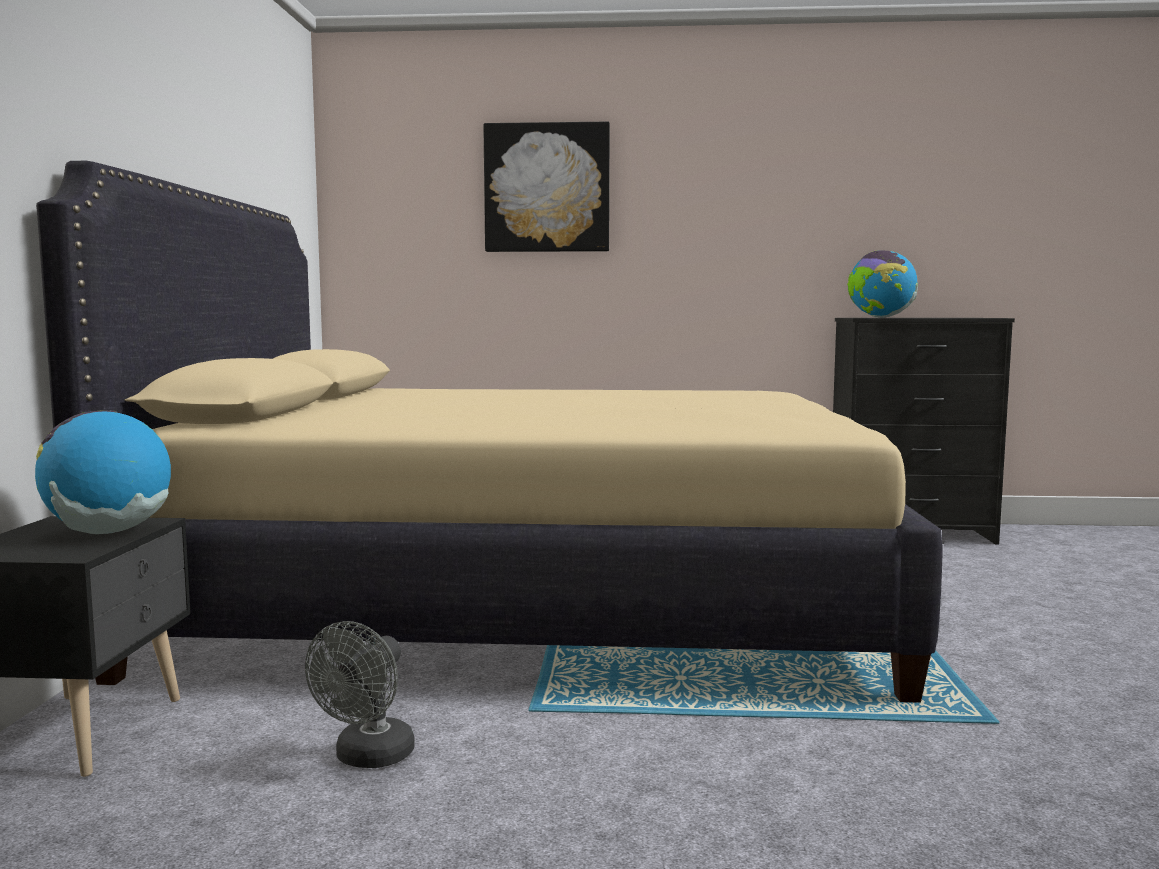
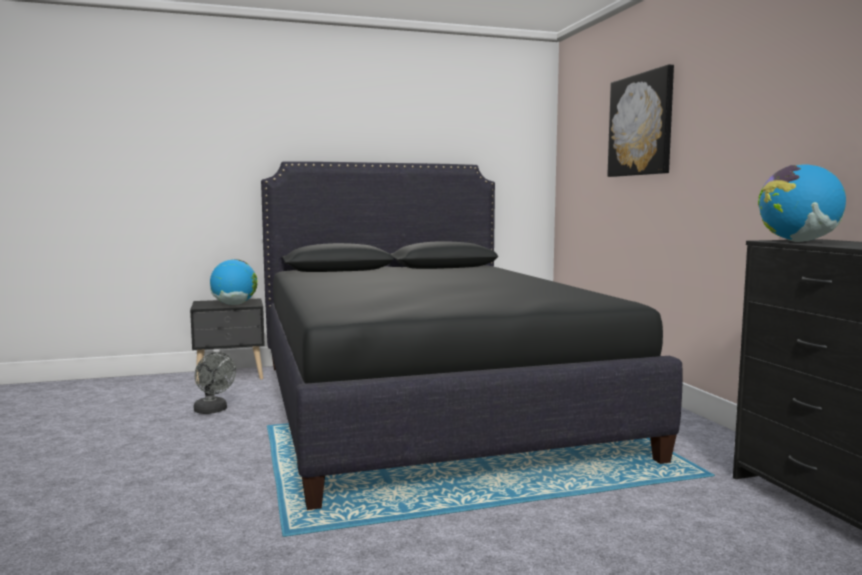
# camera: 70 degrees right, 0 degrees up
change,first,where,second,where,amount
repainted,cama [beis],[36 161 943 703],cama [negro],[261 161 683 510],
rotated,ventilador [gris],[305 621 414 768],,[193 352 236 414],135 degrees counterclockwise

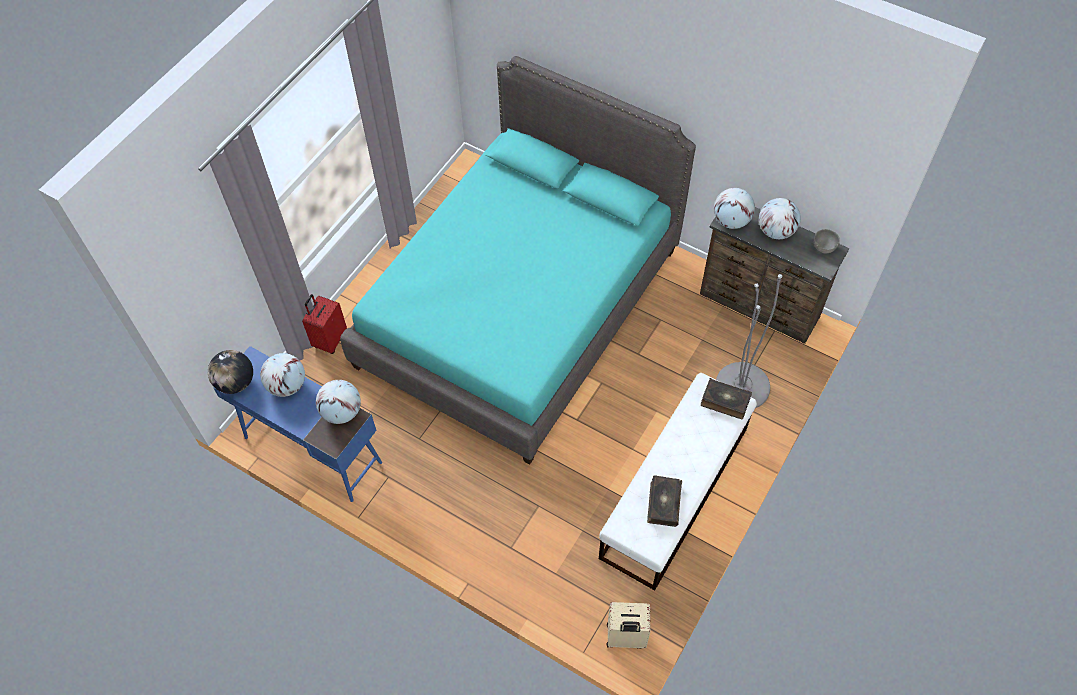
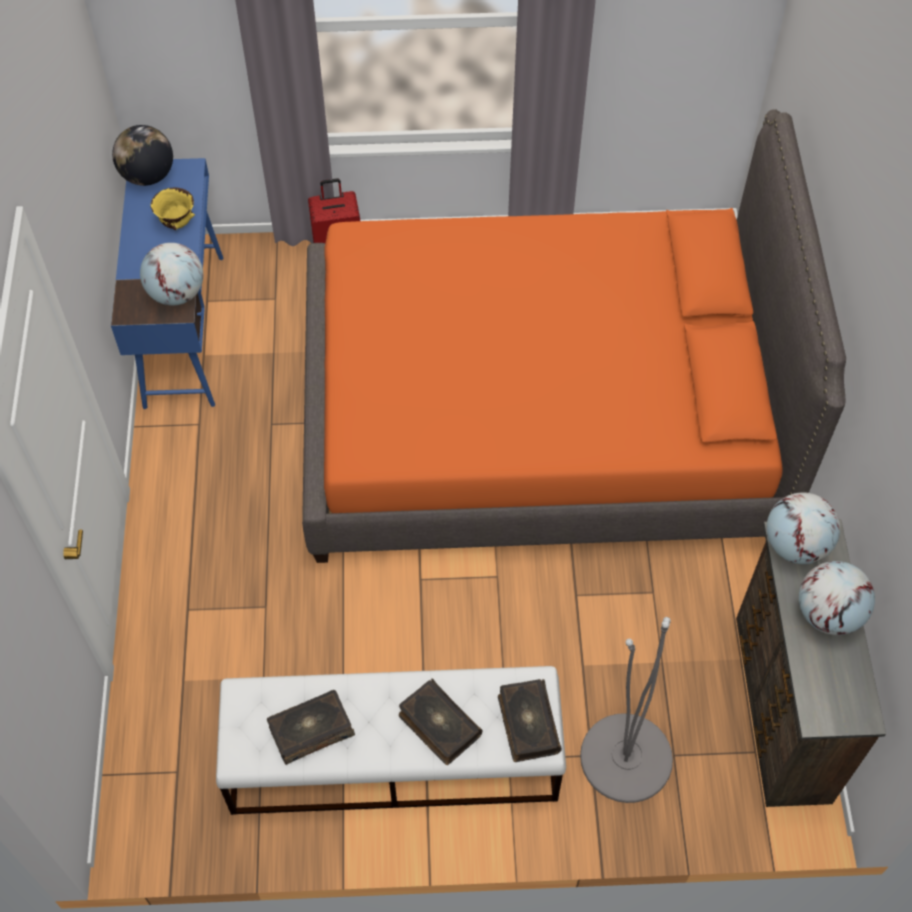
# camera: 55 degrees right, 0 degrees up
change,first,where,second,where,amount
repainted,cama [turquesa],[340 56 696 465],cama [naranja],[302 109 846 563],
gone,cuenco [gris],[813 229 840 253],,,
swapped,globo terráqueo,[260 353 305 397],cuenco [amarillo],[151 188 195 230],
gone,maleta [beis],[607 602 650 649],,,
new,,,libro,[399 678 482 765],

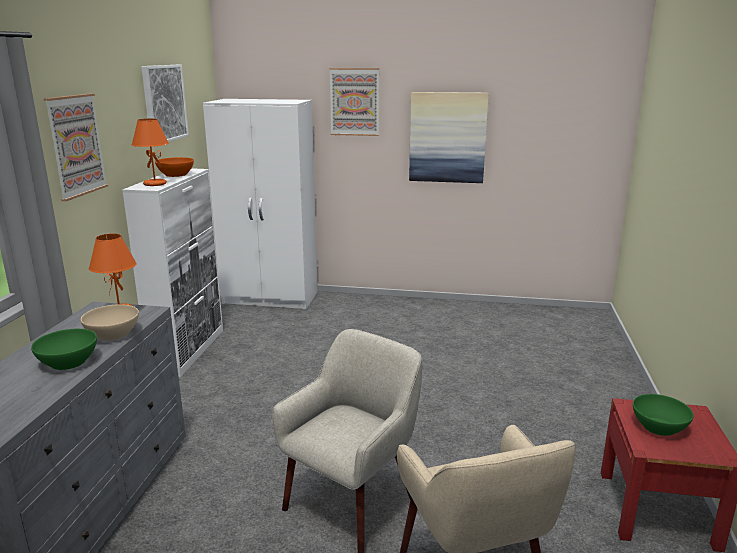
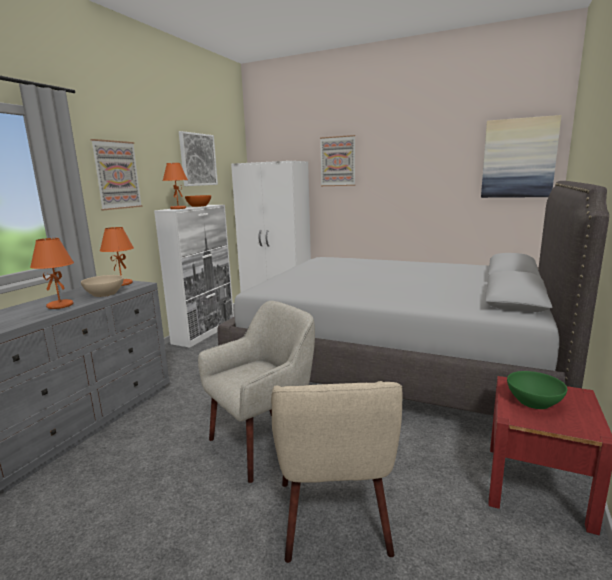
# camera: 15 degrees right, 5 degrees down
change,first,where,second,where,amount
shifted,cuadro,[409 92 489 183],,[481 115 562 198],
swapped,cuenco [verde],[31 329 97 370],lámpara de mesa [naranja],[30 238 74 309],
new,,,cama [gris],[218 181 609 416],

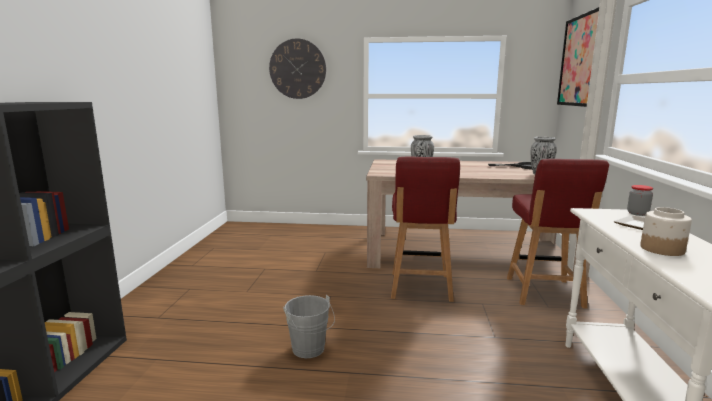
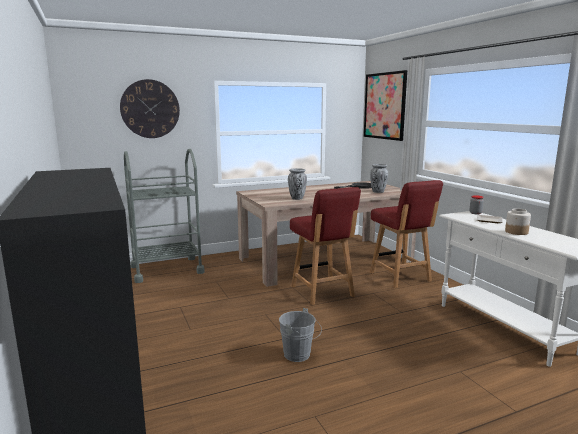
# camera: 30 degrees left, 0 degrees up
change,first,where,second,where,amount
new,,,carrito [gris],[124 149 205 283],

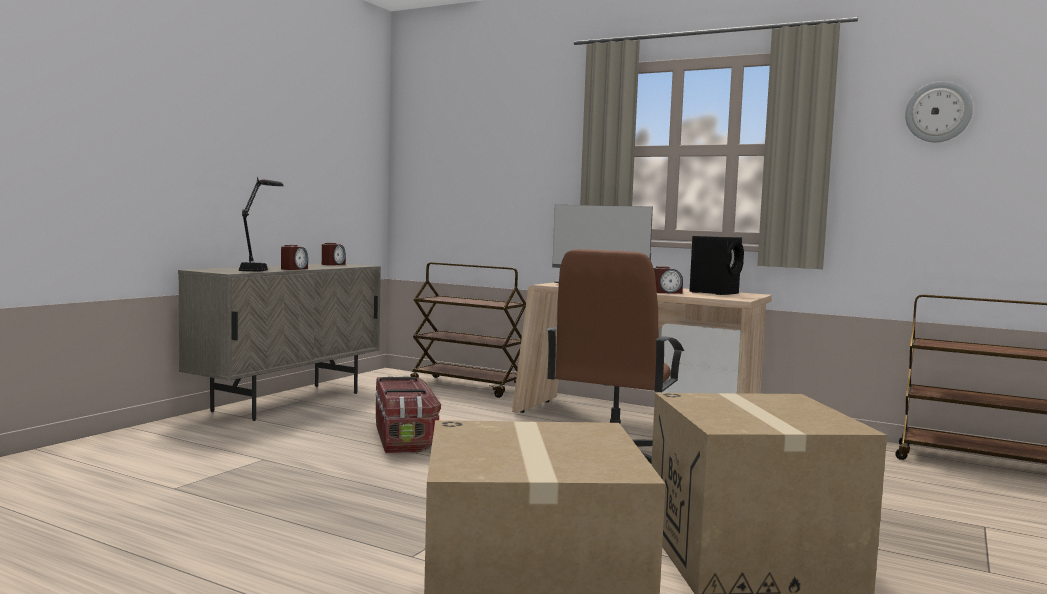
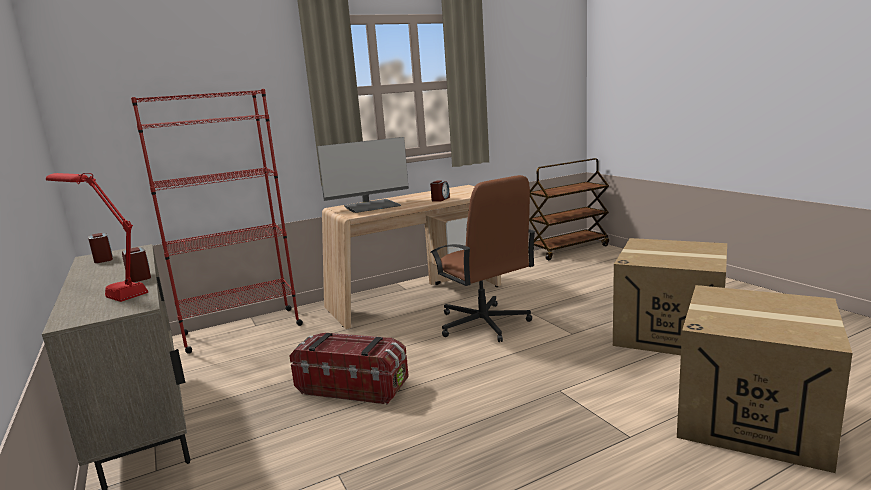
# camera: 55 degrees left, 10 degrees up
change,first,where,second,where,amount
gone,reloj de pared,[905 81 973 142],,,
repainted,lámpara de mesa [negro],[239 177 283 272],lámpara de mesa [rojo],[46 173 148 302],
gone,altavoz [negro],[689 236 744 295],,,
swapped,carrito [marrón],[410 262 526 398],estantería [rojo],[131 89 303 354],

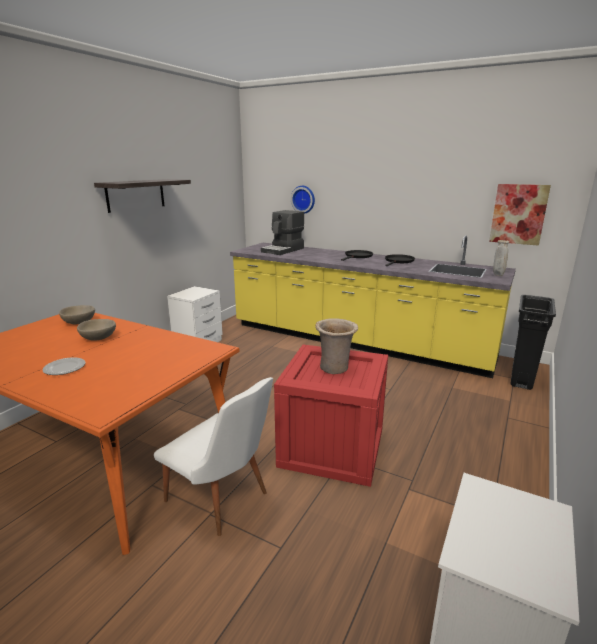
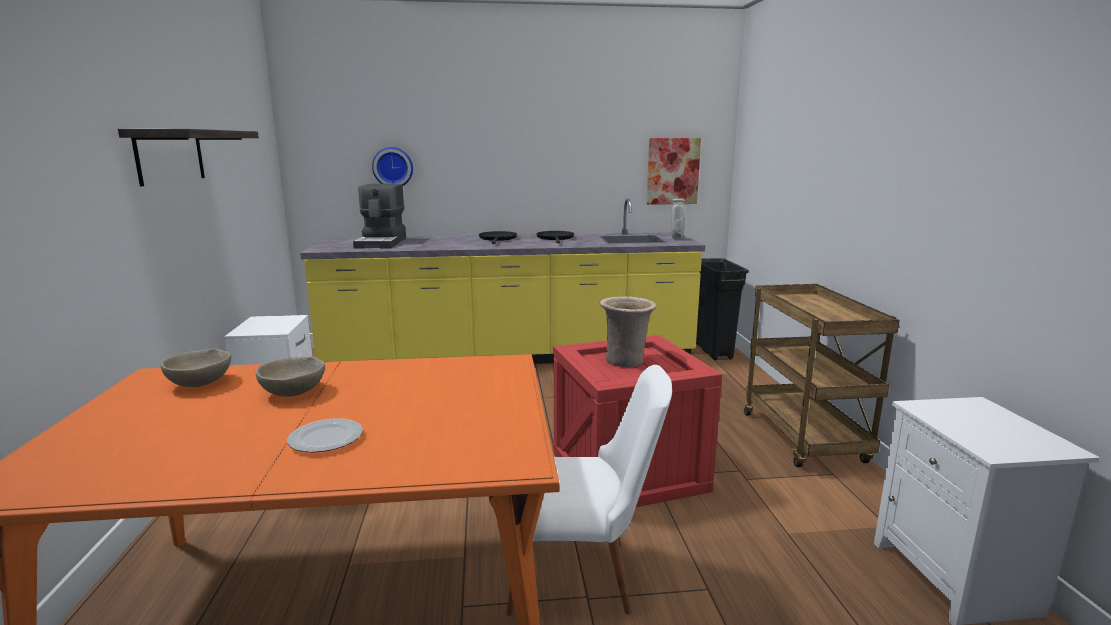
# camera: 35 degrees left, 5 degrees down
change,first,where,second,where,amount
new,,,carrito [marrón],[744 284 899 467],

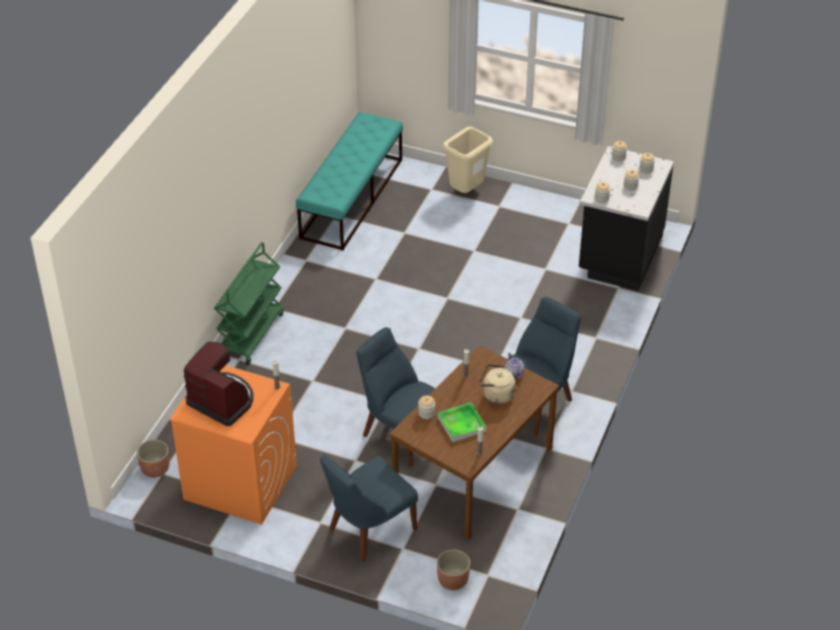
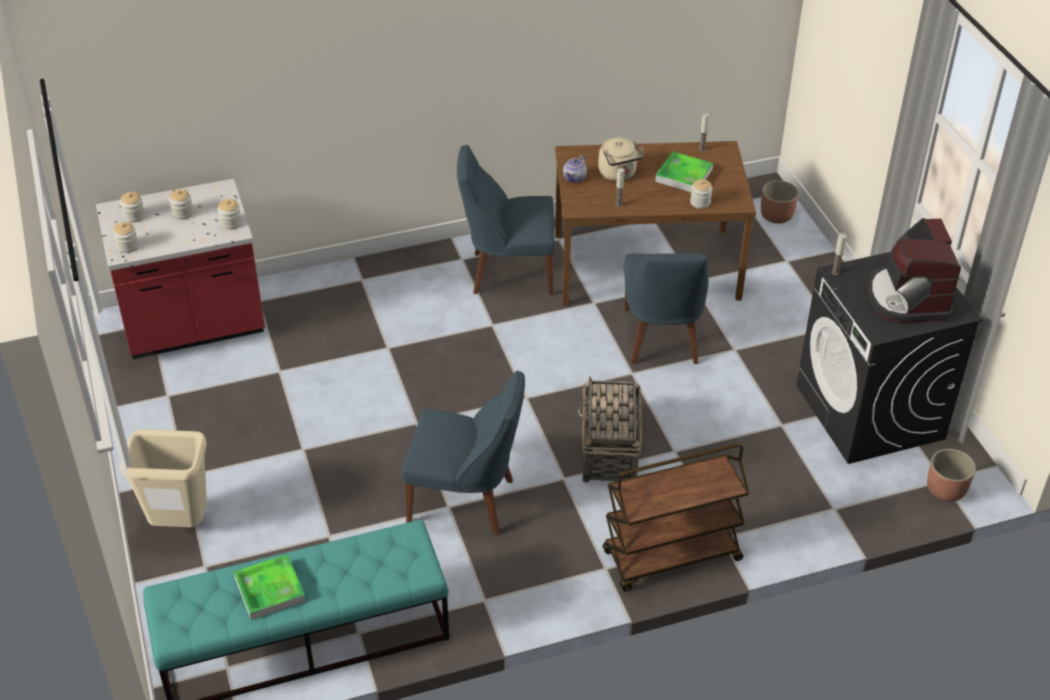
# camera: 130 degrees left, 0 degrees up
change,first,where,second,where,amount
repainted,mueble bajo de cocina [negro],[579 146 674 291],mueble bajo de cocina [rojo],[96 178 265 359],
repainted,carrito [verde],[214 242 284 365],carrito [marrón],[603 443 750 591],
repainted,lavadora [naranja],[169 365 297 525],lavadora [negro],[796 252 983 464],
shifted,silla [azul],[320 454 418 562],,[403 370 525 535],
new,,,cesta,[578 377 642 483],
new,,,bandeja,[234 554 306 620],

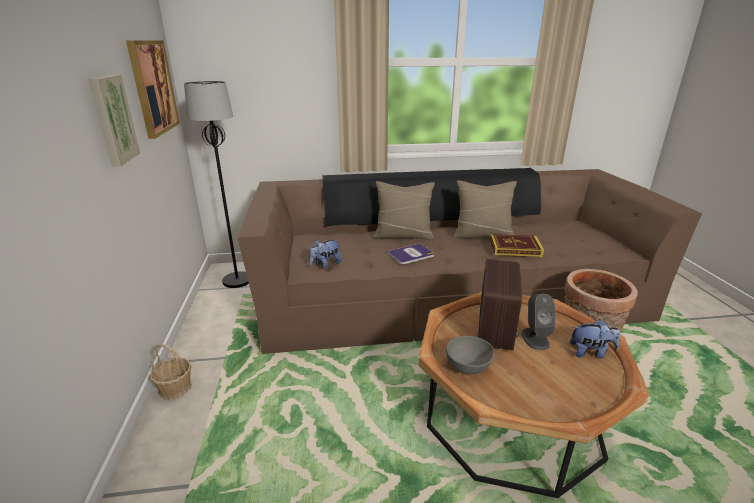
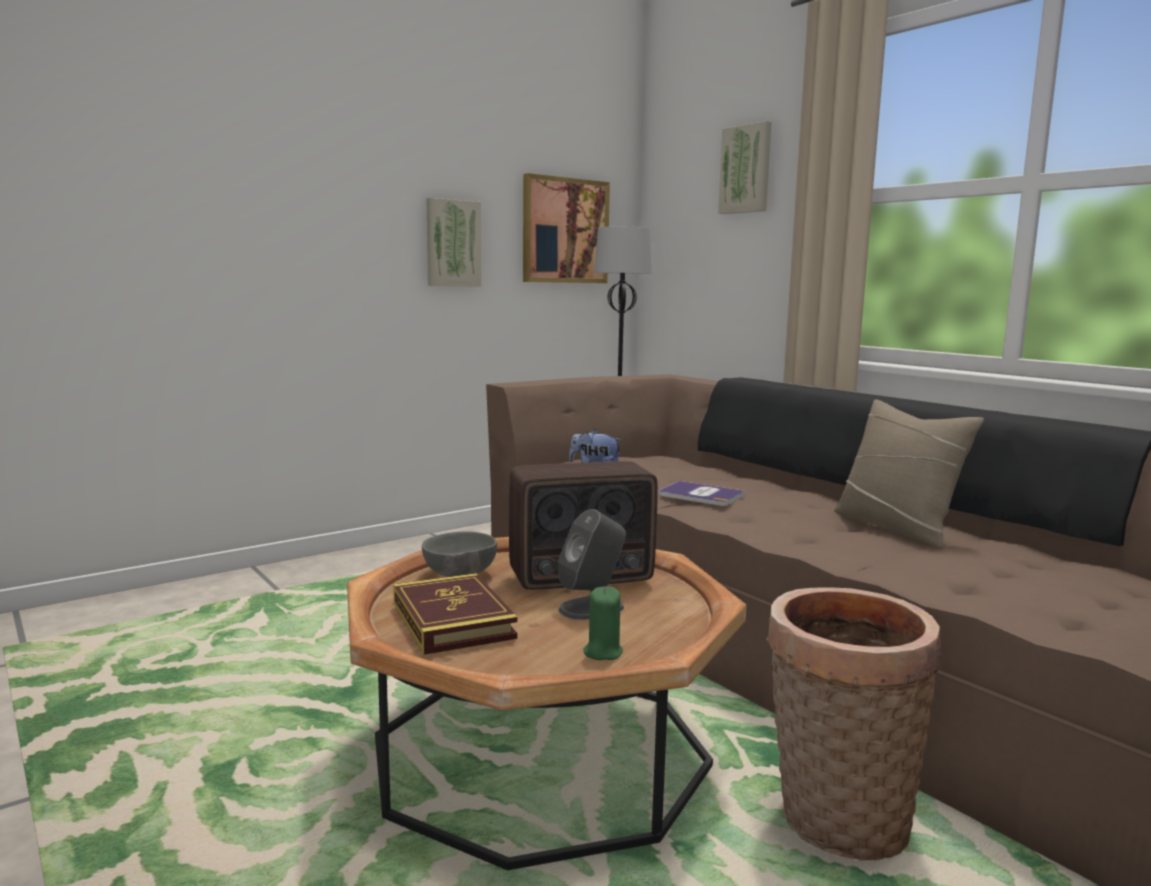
# camera: 60 degrees right, 15 degrees down
change,first,where,second,where,amount
gone,cojín [beis],[373 181 435 240],,,
shifted,libro,[490 234 544 257],,[393 573 518 655],
swapped,peluche,[570 319 620 358],vela [verde],[583 586 623 660],
gone,cesta,[150 344 192 400],,,
new,,,cuadro,[718 121 771 214],

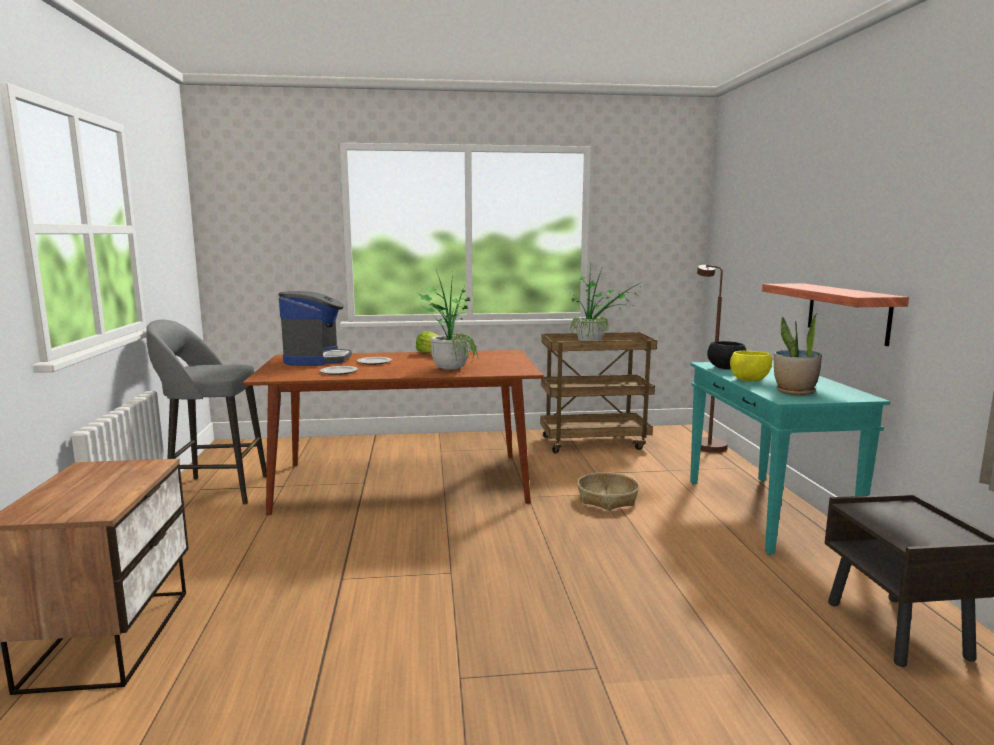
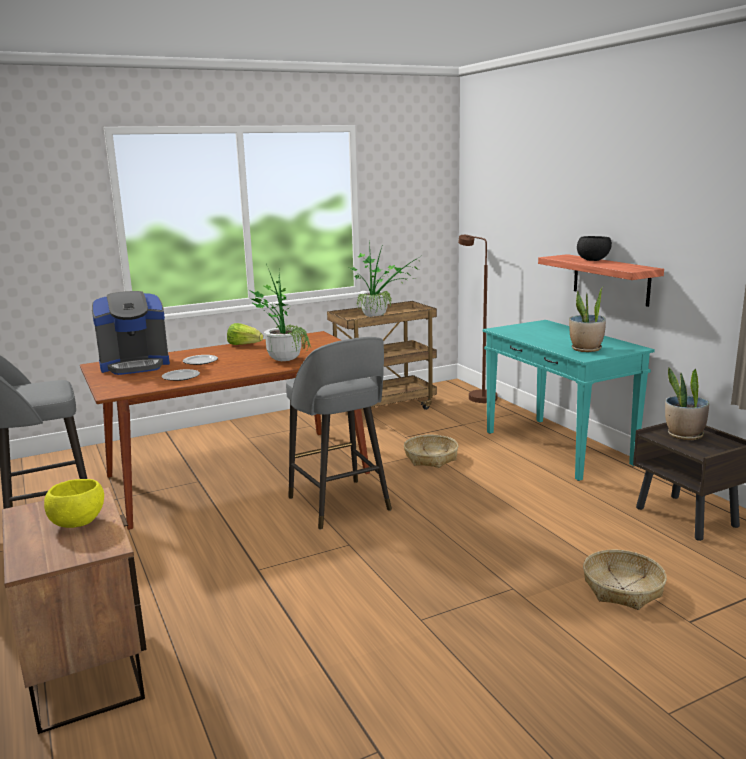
# camera: 20 degrees left, 5 degrees up
change,first,where,second,where,amount
rotated,cafetera,[278 291 352 366],,[92 291 170 375],90 degrees clockwise
shifted,cuenco [negro],[707 341 746 370],,[577 236 612 261],
shifted,cuenco [amarillo],[730 351 772 381],,[44 479 104 528],
new,,,taburete [gris],[286 337 392 530],
new,,,planta en maceta,[665 368 709 440],
new,,,cesta,[583 549 667 610],

